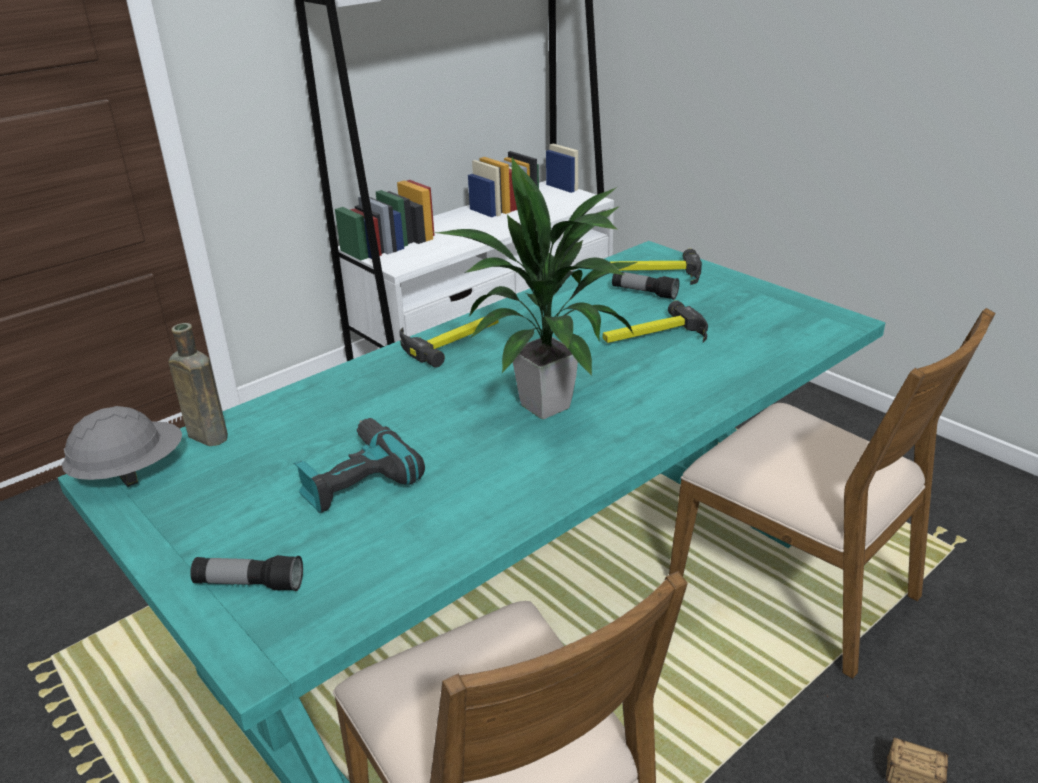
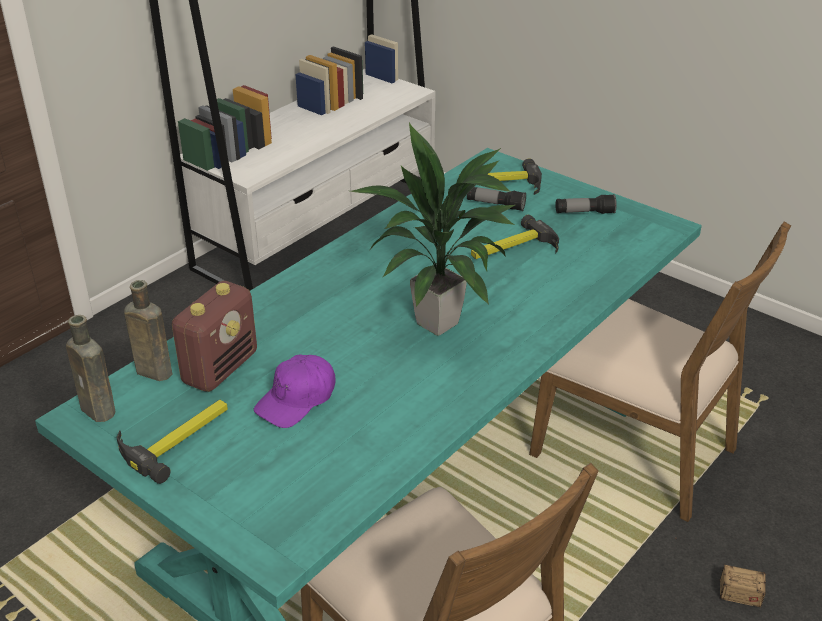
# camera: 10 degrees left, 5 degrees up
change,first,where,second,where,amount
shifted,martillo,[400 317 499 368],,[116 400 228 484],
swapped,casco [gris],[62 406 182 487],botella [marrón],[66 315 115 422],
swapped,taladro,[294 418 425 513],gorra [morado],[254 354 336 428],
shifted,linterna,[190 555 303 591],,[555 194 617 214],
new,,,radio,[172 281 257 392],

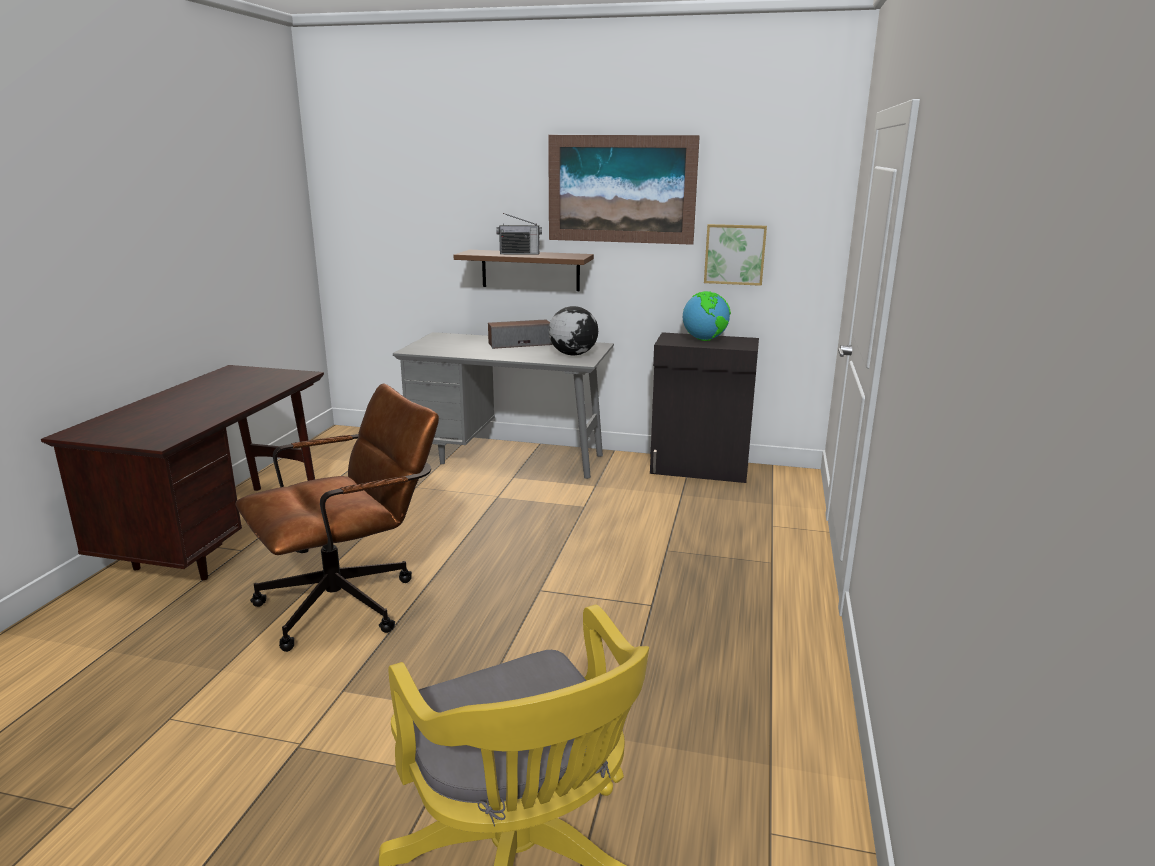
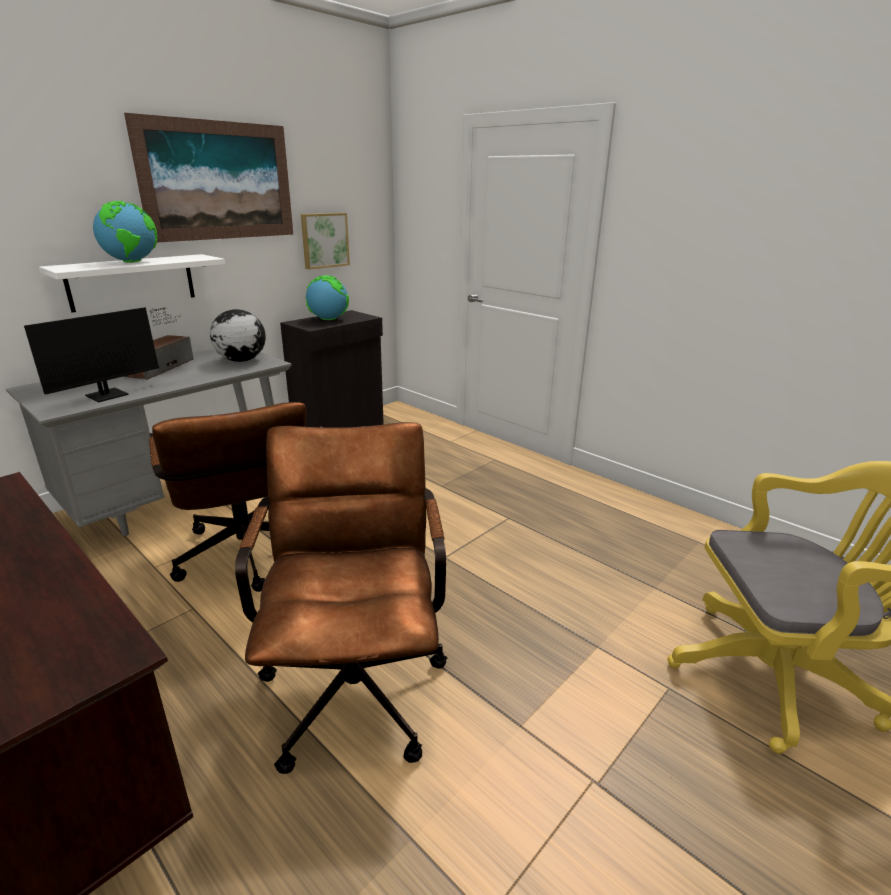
# camera: 60 degrees left, 5 degrees up
change,first,where,second,where,amount
swapped,radio,[496 213 542 254],globo terráqueo,[93 201 157 263],
repainted,estante [marrón],[453 250 594 291],estante [blanco],[39 254 225 313],
new,,,monitor,[24 307 178 403],
new,,,silla de oficina [marrón],[149 402 306 592],

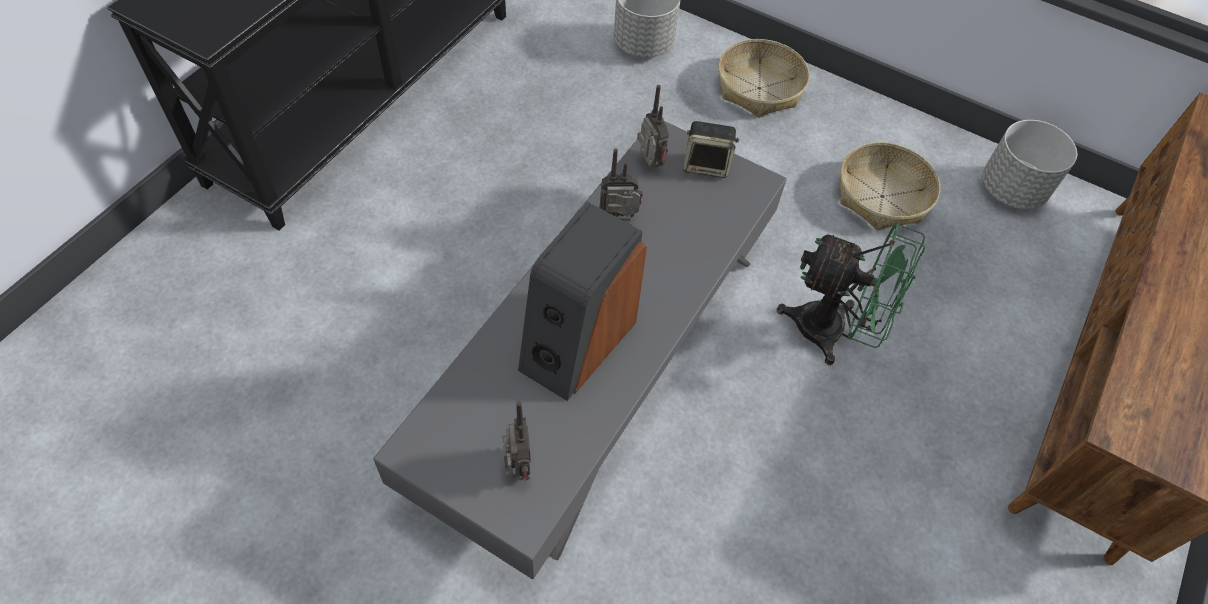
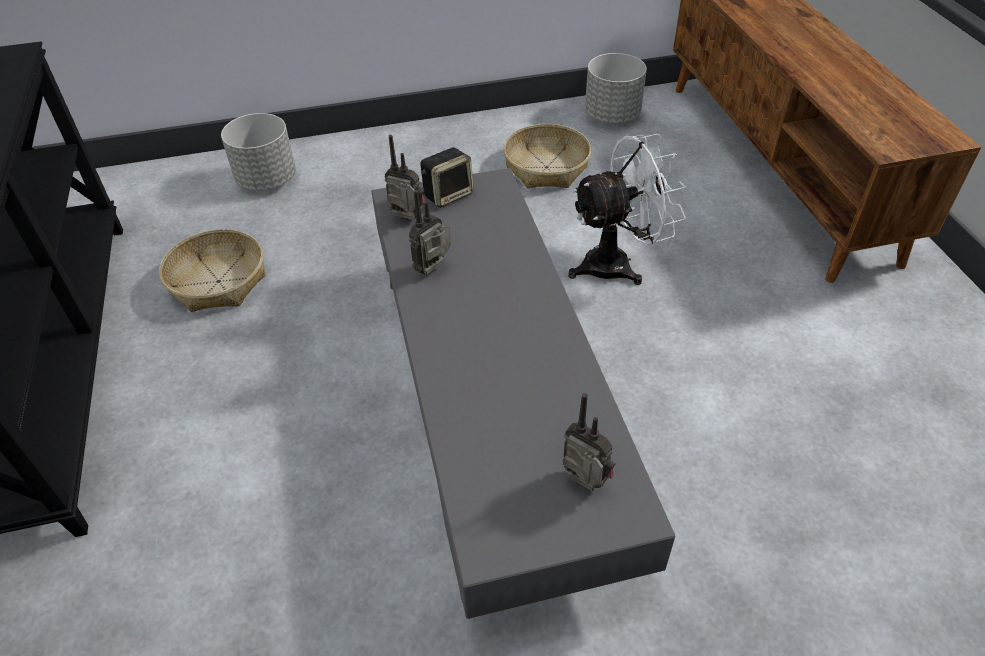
# camera: 40 degrees left, 10 degrees down
change,first,where,second,where,amount
shifted,cesta,[718 39 810 118],,[159 229 265 312],
gone,altavoz,[518 202 647 401],,,
repainted,ventilador [verde],[777 223 925 365],ventilador [blanco],[568 134 687 285],

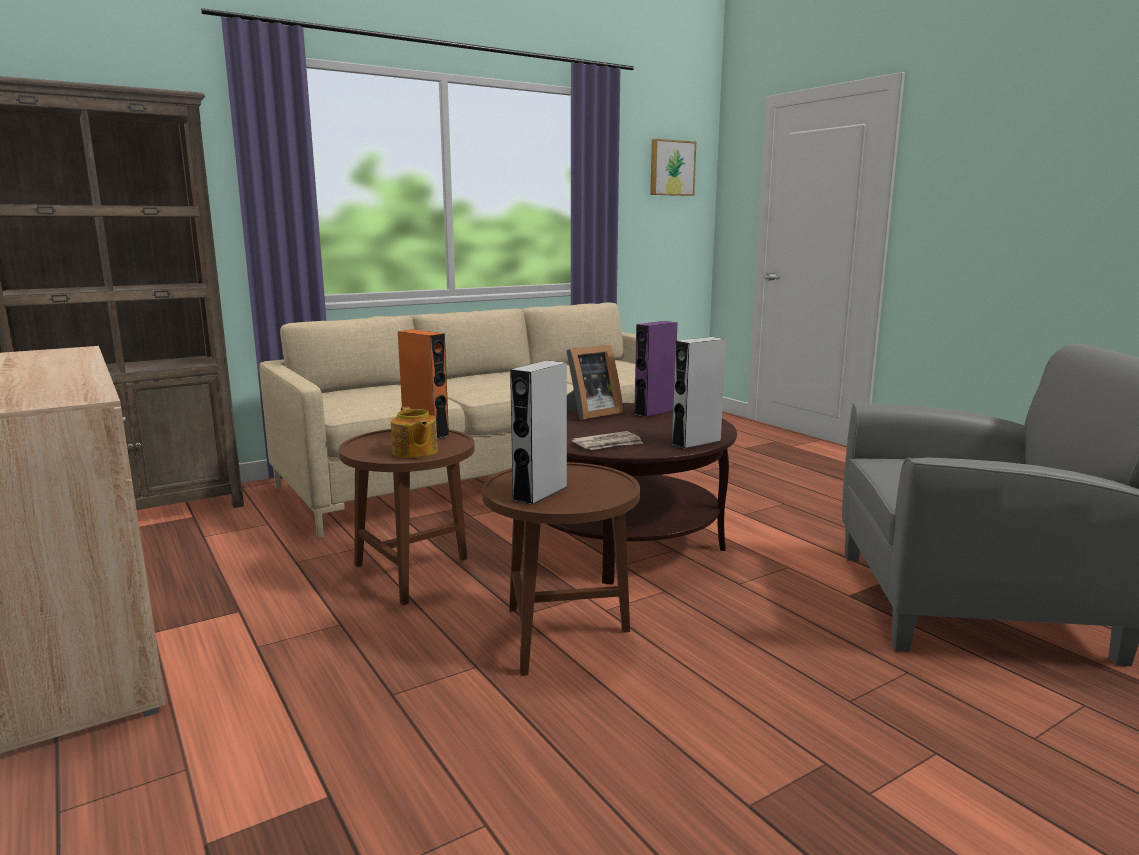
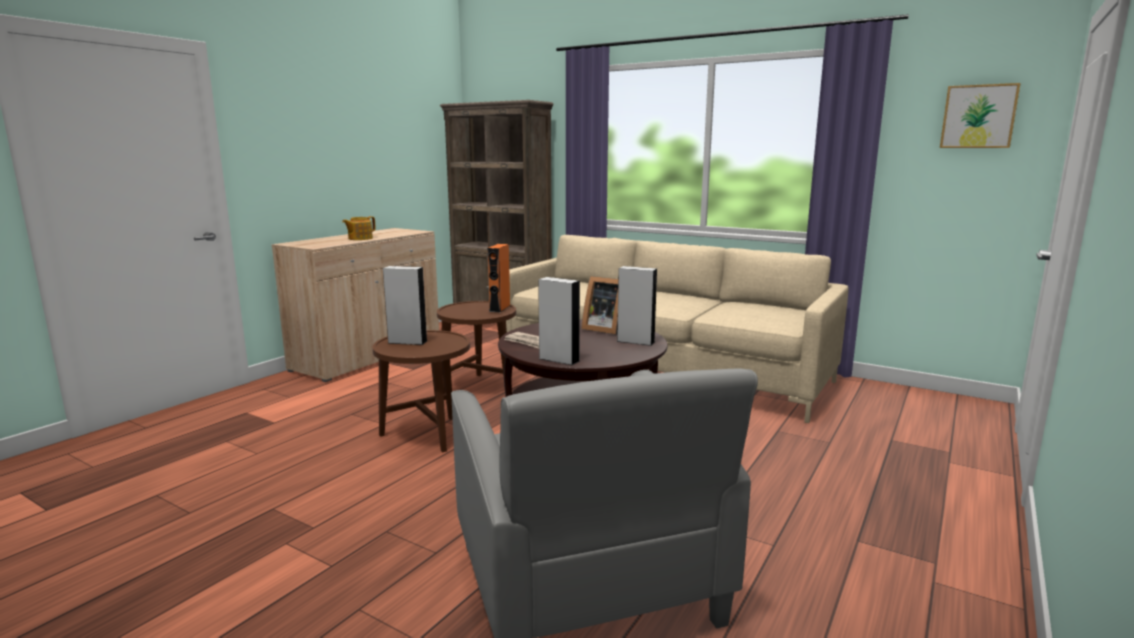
# camera: 65 degrees right, 0 degrees up
change,first,where,second,where,amount
repainted,altavoz [morado],[634 321 677 417],altavoz [gris],[617 266 657 346],
shifted,tetera,[391 406 438 458],,[342 216 375 240],

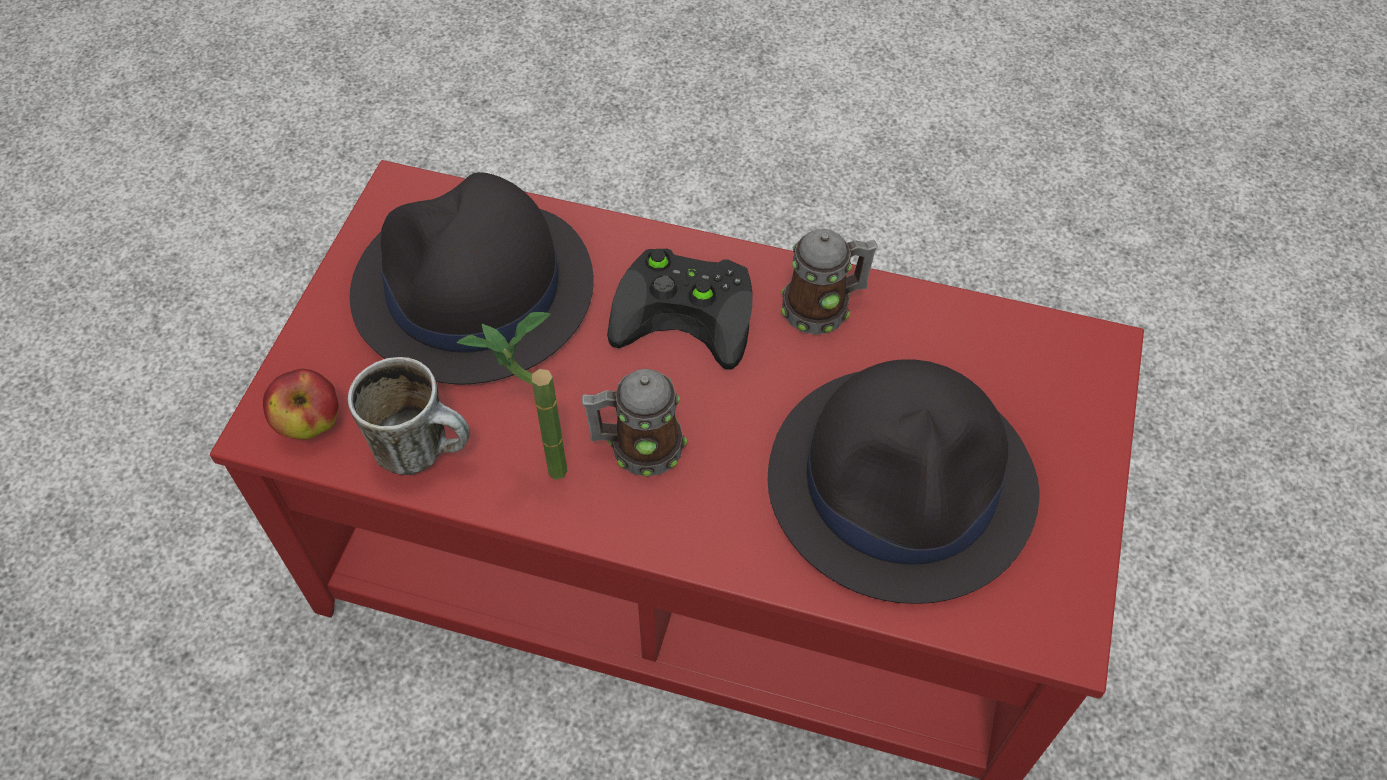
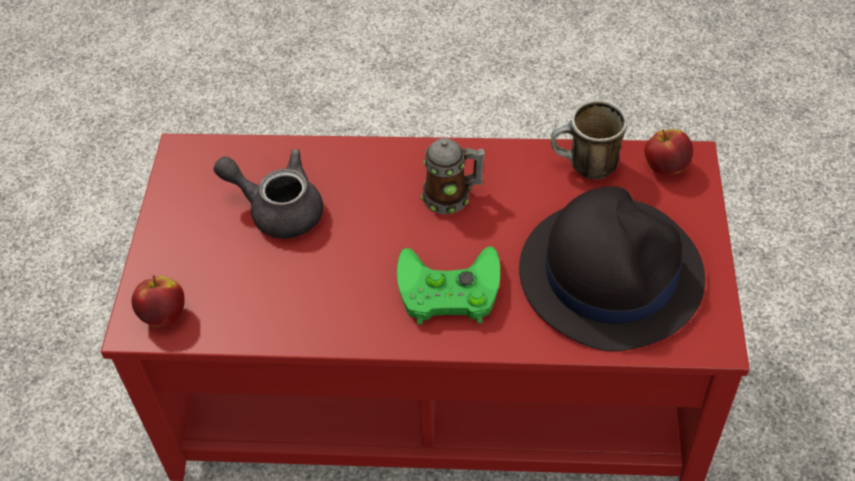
# camera: 170 degrees right, 5 degrees down
change,first,where,second,where,amount
gone,taza grande,[781 229 878 335],,,
repainted,mando de consola [negro],[607 249 753 370],mando de consola [verde],[397 246 500 325],
gone,planta en maceta,[456 312 567 480],,,
swapped,sombrero [negro],[768 359 1039 604],tetera [gris],[213 149 323 239],
new,,,manzana,[131 275 185 327],

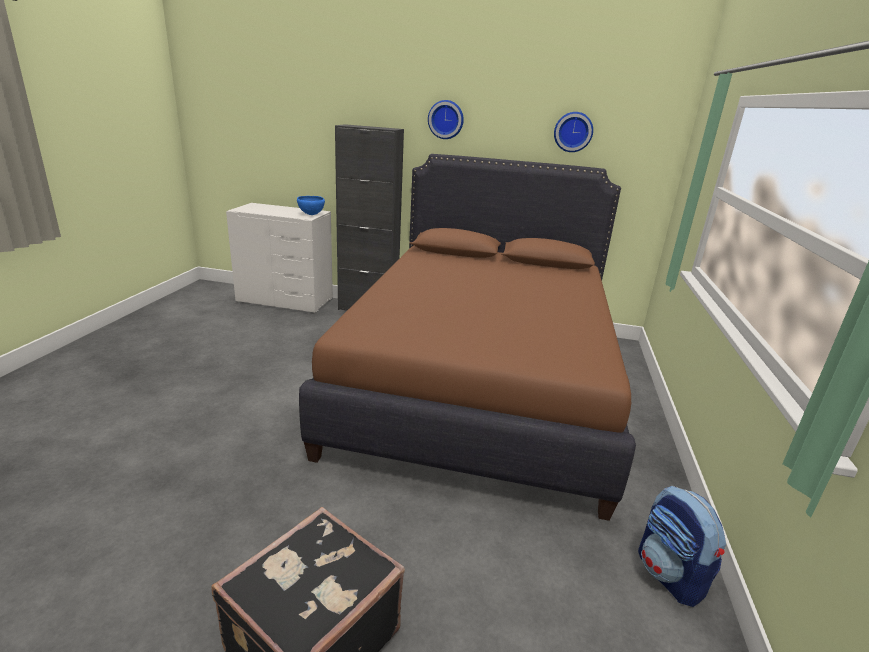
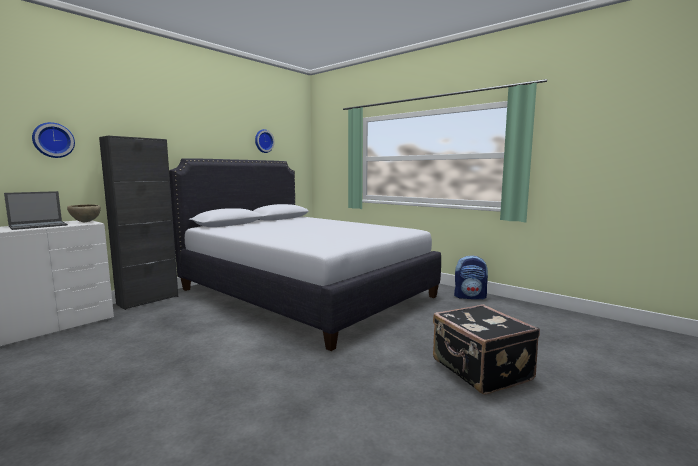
# camera: 60 degrees left, 15 degrees down
change,first,where,second,where,amount
shifted,reloj de pared,[428 100 464 139],,[32 122 75 158],
repainted,cama [marrón],[299 154 636 521],cama [blanco],[169 158 441 351],
repainted,cuenco [azul],[297 196 325 215],cuenco [marrón],[67 204 101 222],
new,,,portátil,[4 191 68 230],

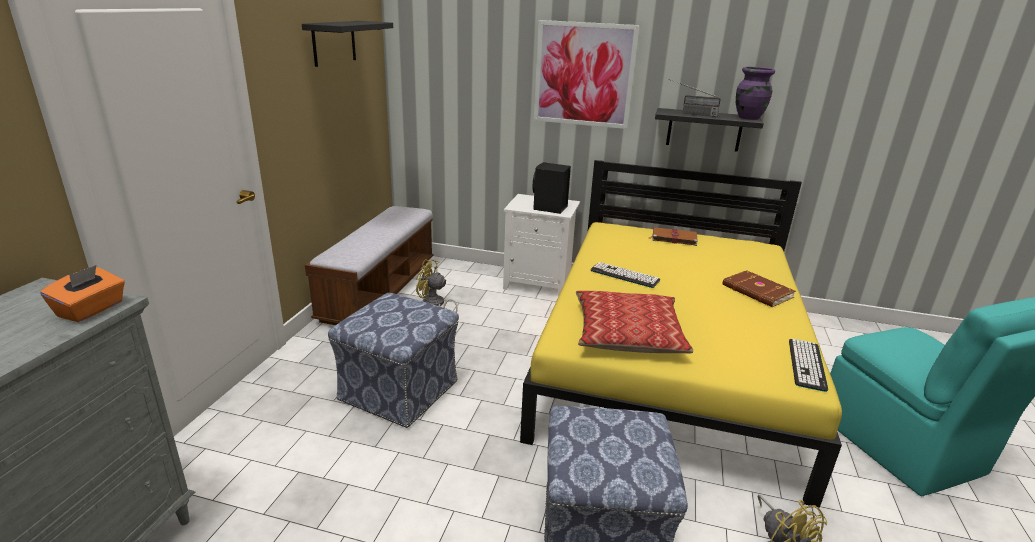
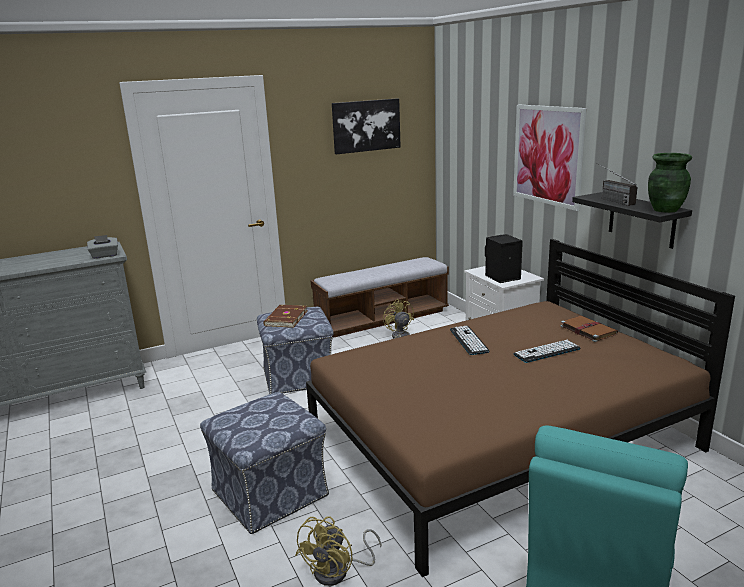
# camera: 50 degrees right, 5 degrees down
change,first,where,second,where,amount
swapped,estante [negro],[302 21 393 67],cuadro,[332 98 401 154],
repainted,florero [morado],[736 67 775 120],florero [verde],[648 153 692 213],
repainted,cama [amarillo],[520 160 842 508],cama [marrón],[306 239 735 577],
repainted,caja de pañuelos [naranja],[40 265 125 322],caja de pañuelos [gris],[87 235 118 259],
shifted,libro [marrón],[722 270 796 307],,[263 305 308 328],
gone,cojín,[576 291 693 354],,,
shifted,teclado,[789 339 828 392],,[513 340 580 363],

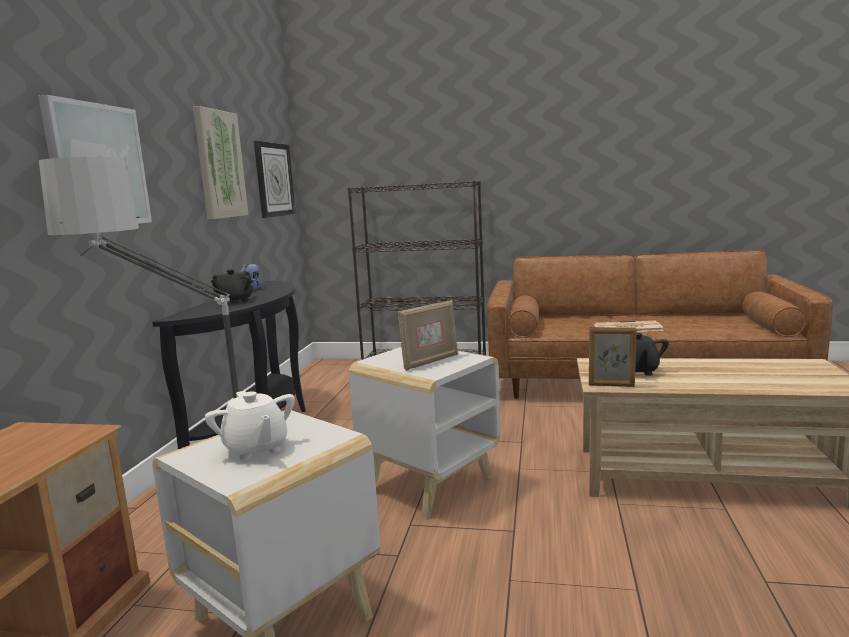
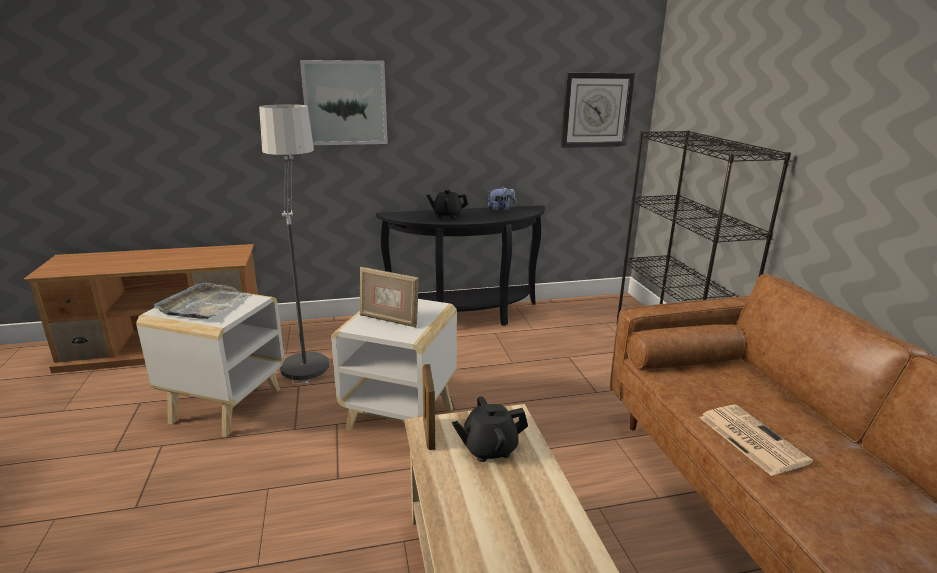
# camera: 65 degrees right, 10 degrees up
change,first,where,second,where,amount
gone,cuadro,[193 106 248 219],,,
swapped,tetera [blanco],[205 391 295 461],bandeja [gris],[154 283 249 319],

